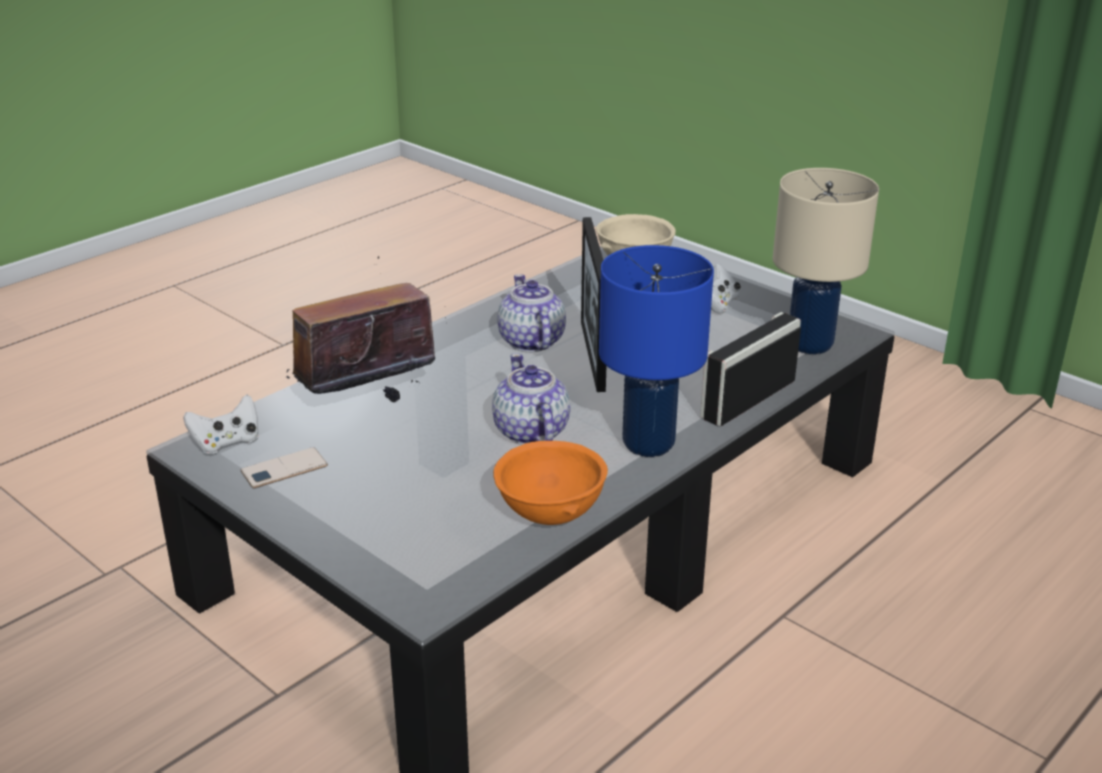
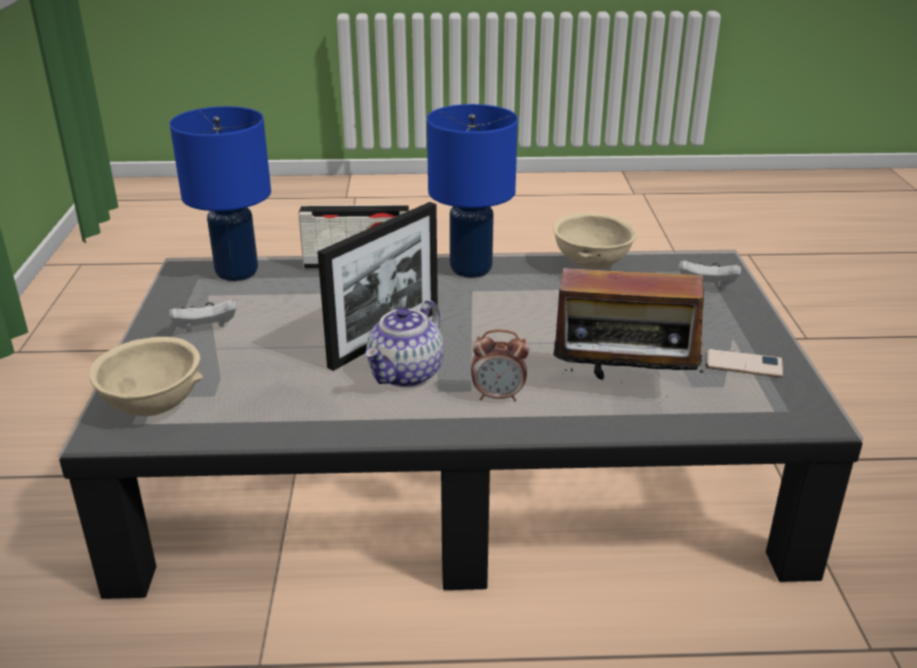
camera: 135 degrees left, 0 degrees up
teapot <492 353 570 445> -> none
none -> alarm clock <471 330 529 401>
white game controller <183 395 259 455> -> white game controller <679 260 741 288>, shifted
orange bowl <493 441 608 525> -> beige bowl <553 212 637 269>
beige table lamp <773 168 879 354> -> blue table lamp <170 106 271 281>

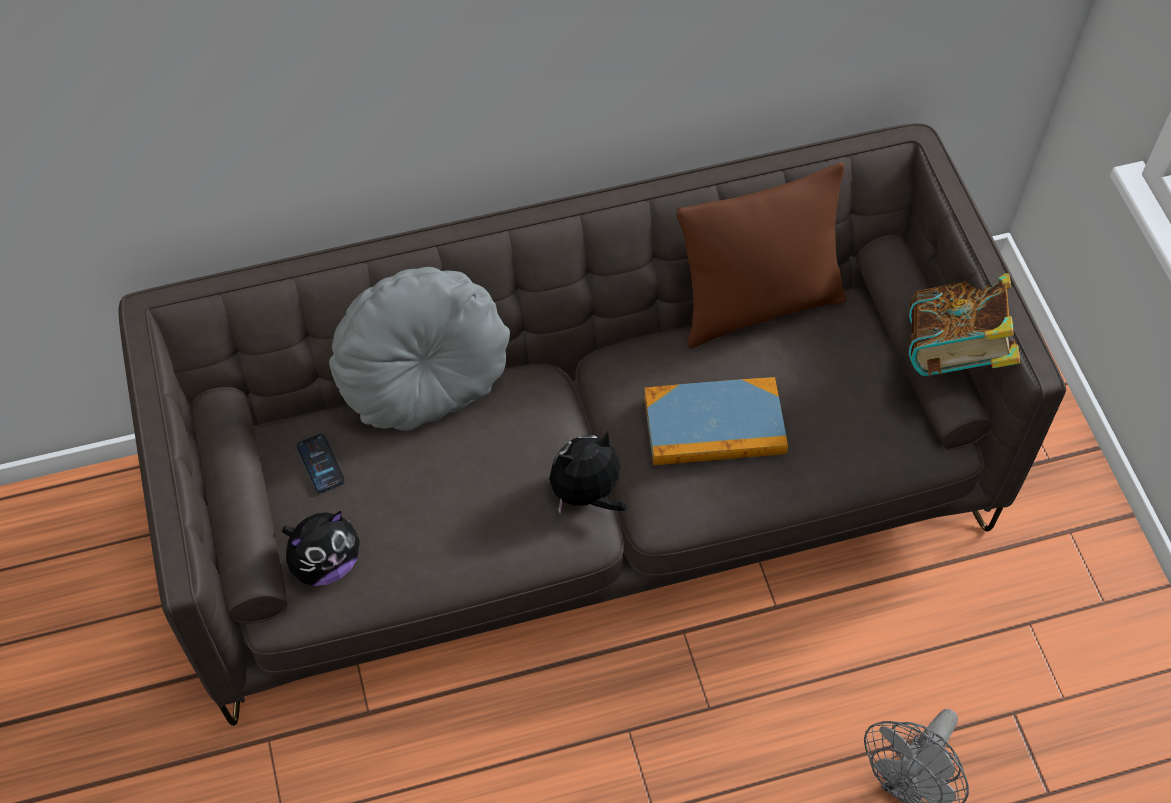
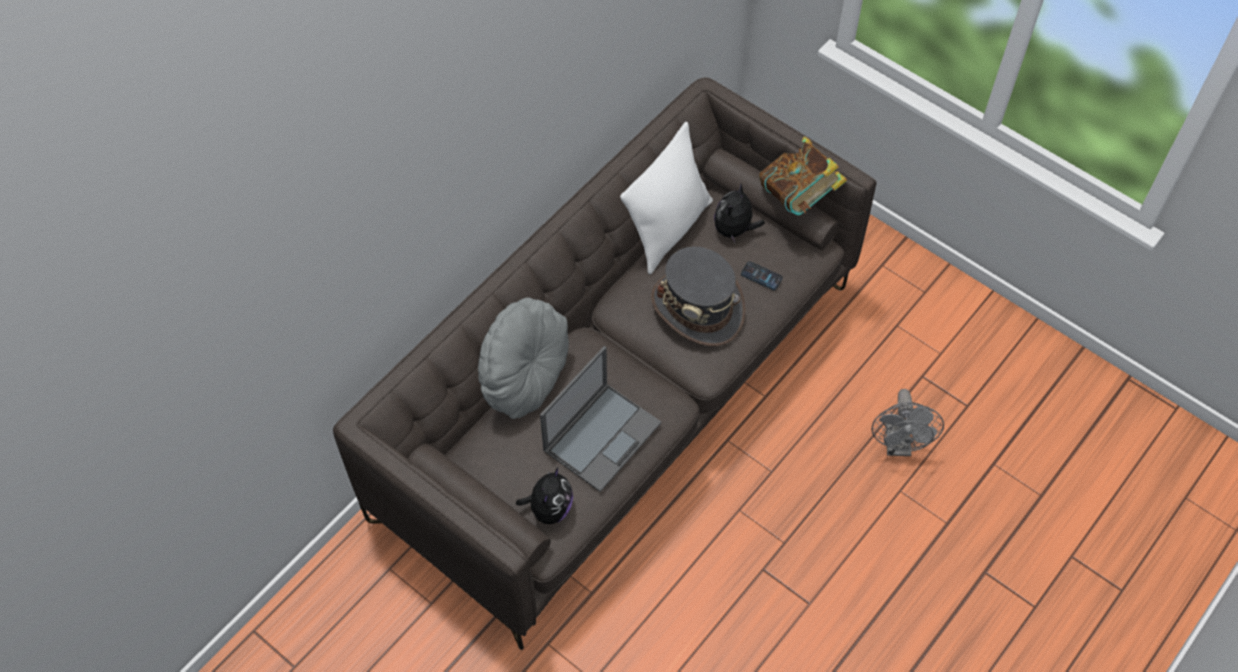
camera: 35 degrees left, 0 degrees up
none -> laptop <540 346 661 492>
phone <297 434 345 493> -> phone <741 261 783 290>, shifted
plush toy <549 431 627 514> -> plush toy <714 184 765 243>, shifted
book <644 377 788 465> -> grey hat <651 247 745 346>
brown pillow <677 162 847 349> -> white pillow <620 122 713 274>

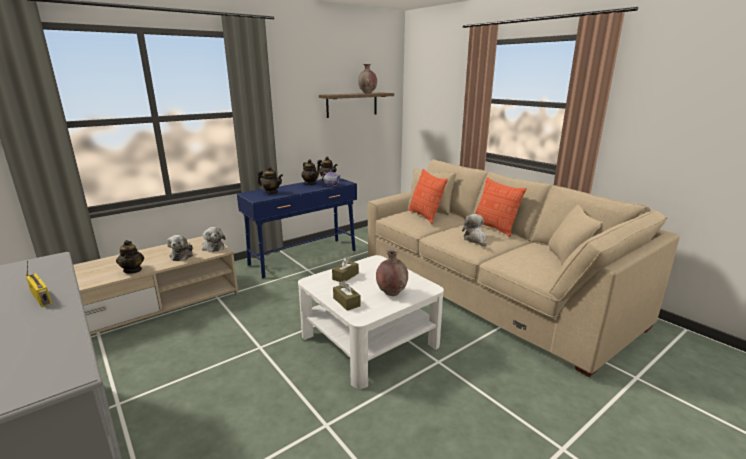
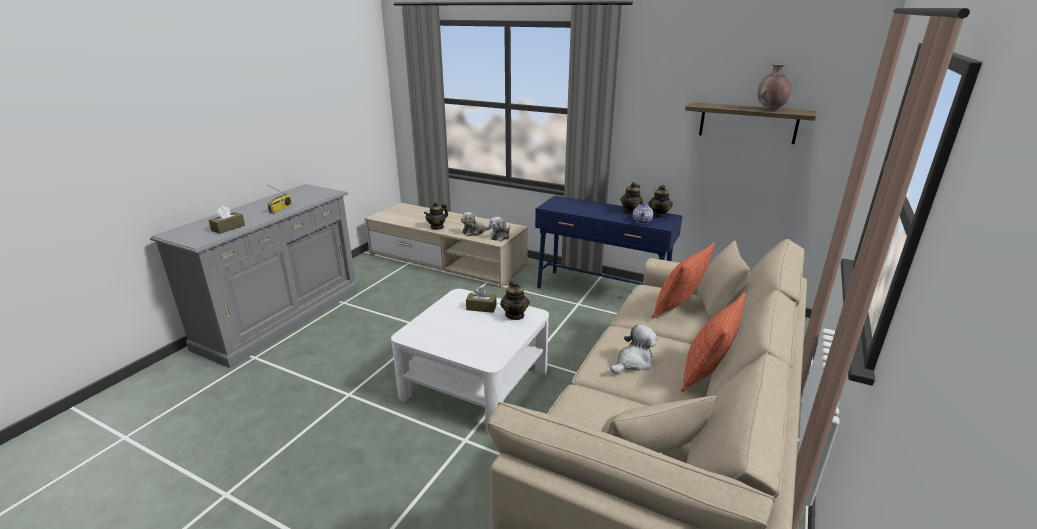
camera: 65 degrees right, 5 degrees up
brown vase <376 249 408 296> -> none
teapot <258 166 283 194> -> teapot <500 280 529 320>, shifted
brown tissue box <333 280 361 311> -> brown tissue box <209 206 245 234>, shifted

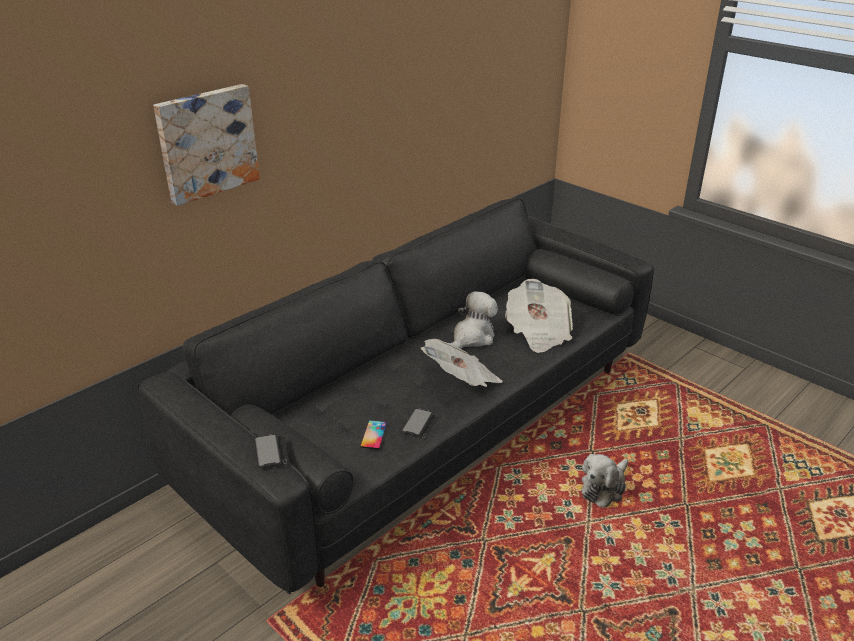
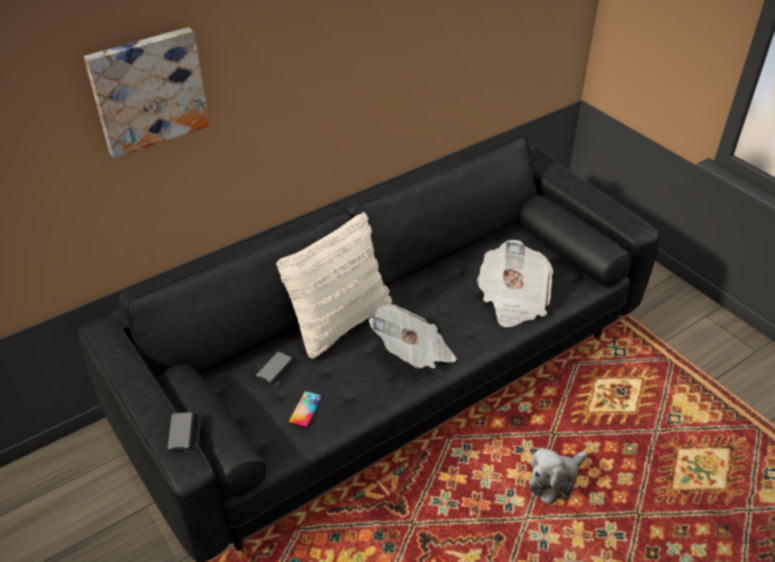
camera: 10 degrees right, 10 degrees up
plush toy <449 291 498 349> -> none
none -> beige pillow <276 212 392 359>
phone <401 408 439 440> -> phone <255 351 299 388>, shifted

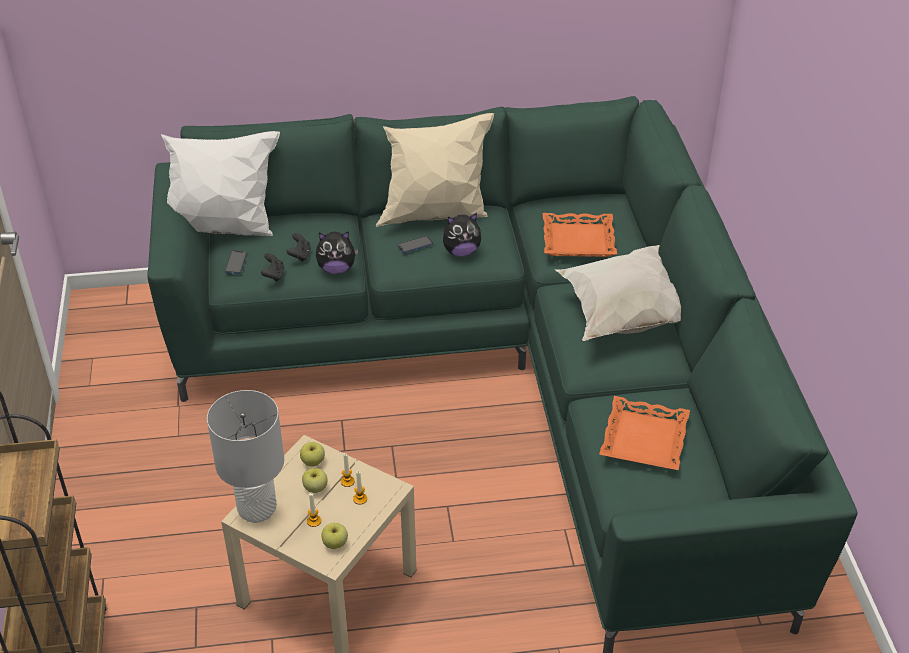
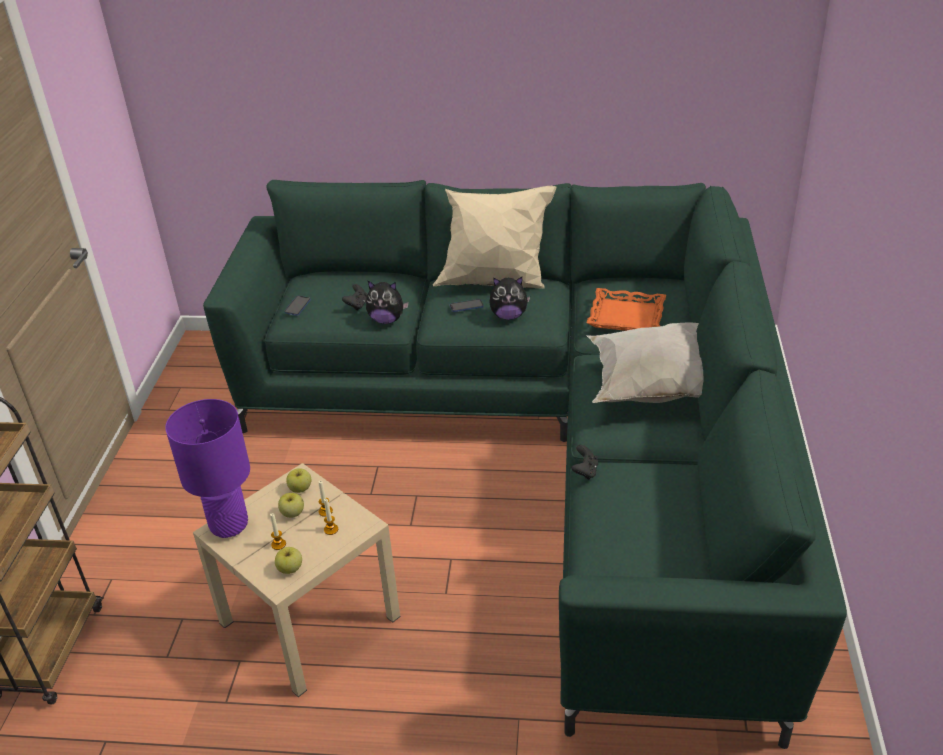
camera: 15 degrees right, 5 degrees down
white pillow <161 131 280 236> -> none
orange tray <599 396 690 470> -> none
black game controller <261 253 284 282> -> black game controller <571 445 598 480>, shifted
grey table lamp <207 390 284 523> -> purple table lamp <165 399 250 538>

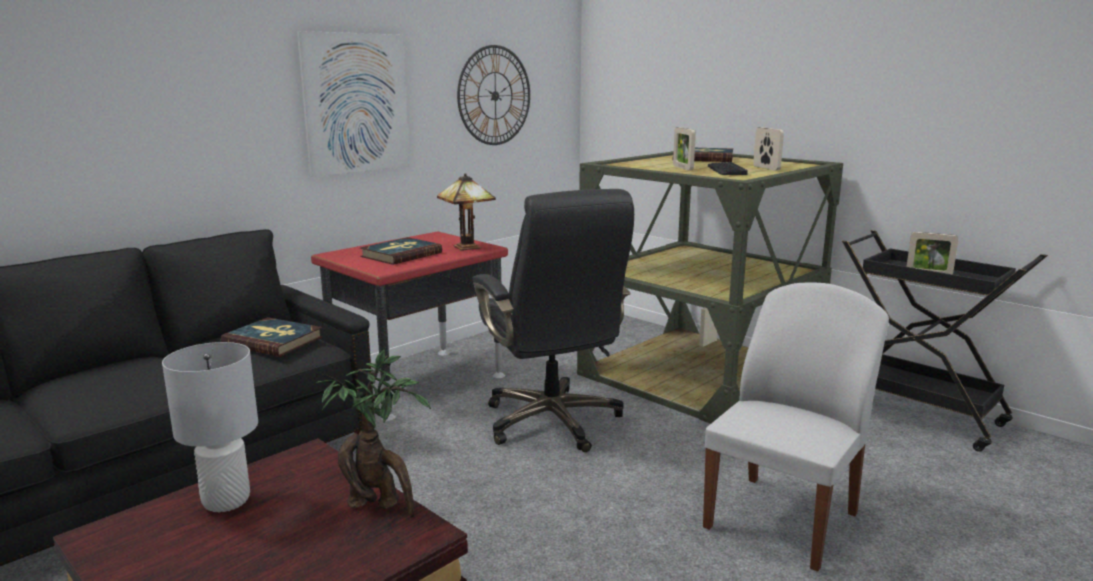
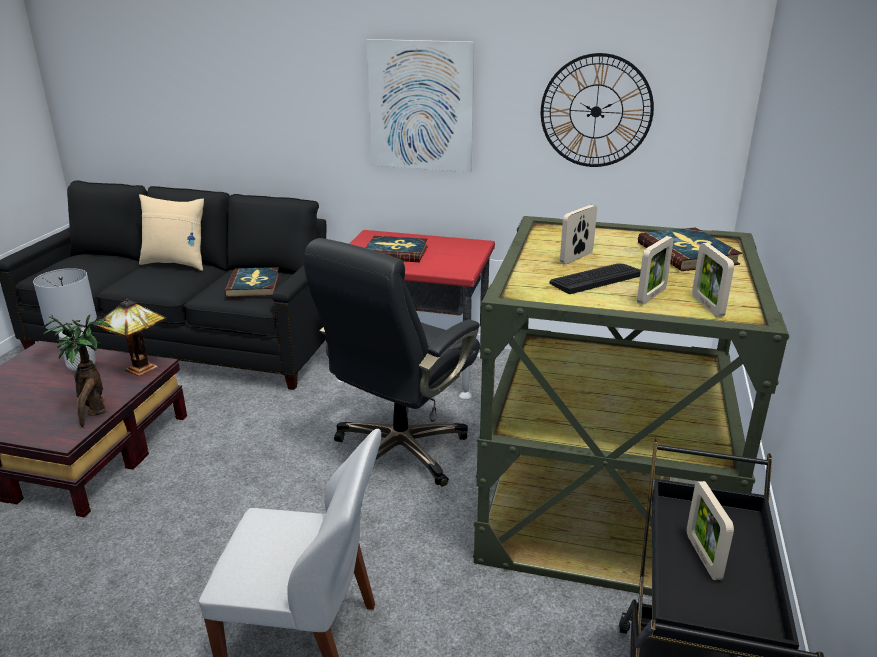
camera: 60 degrees right, 10 degrees up
none -> beige pillow <139 194 204 271>
none -> picture frame <692 243 734 317>
table lamp <437 173 496 251> -> table lamp <95 298 166 377>, shifted

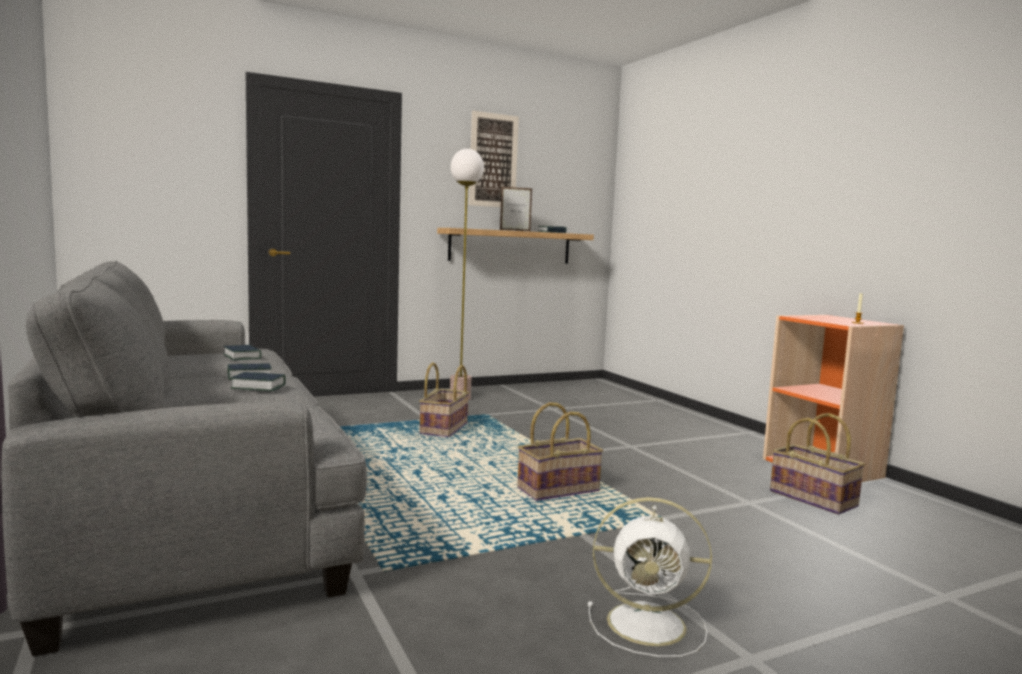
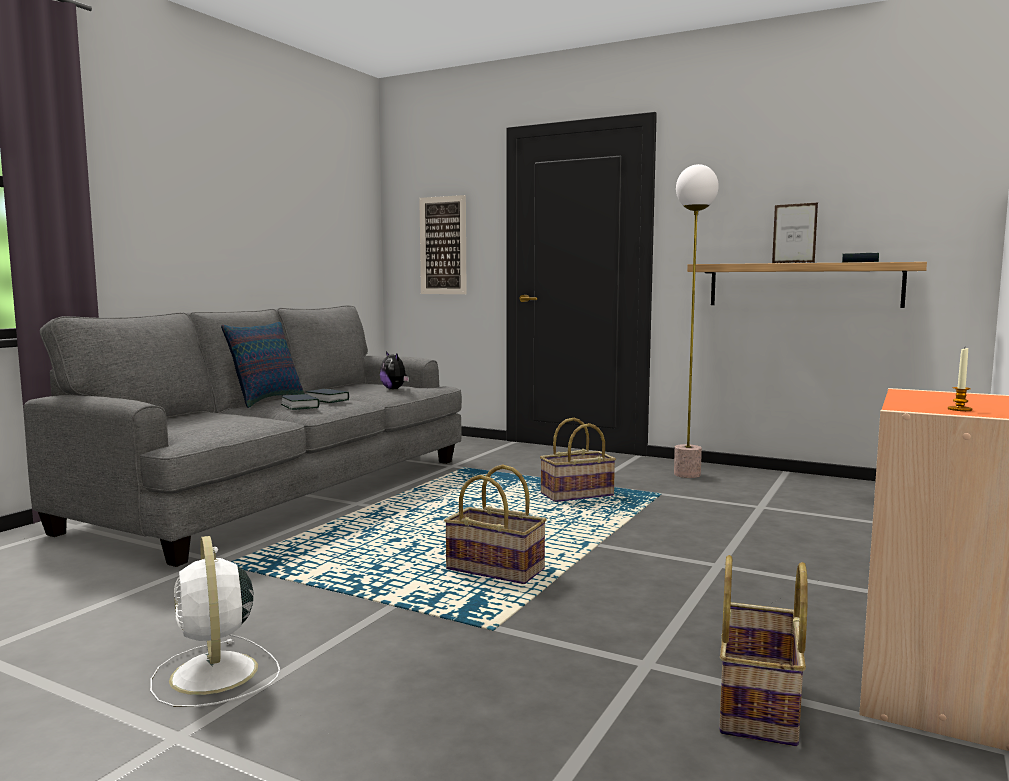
camera: 55 degrees right, 0 degrees up
none -> blue pillow <221 322 304 408>
picture <469 111 519 207> -> picture <419 195 467 294>, shifted
book <224 345 261 360> -> plush toy <380 351 409 389>

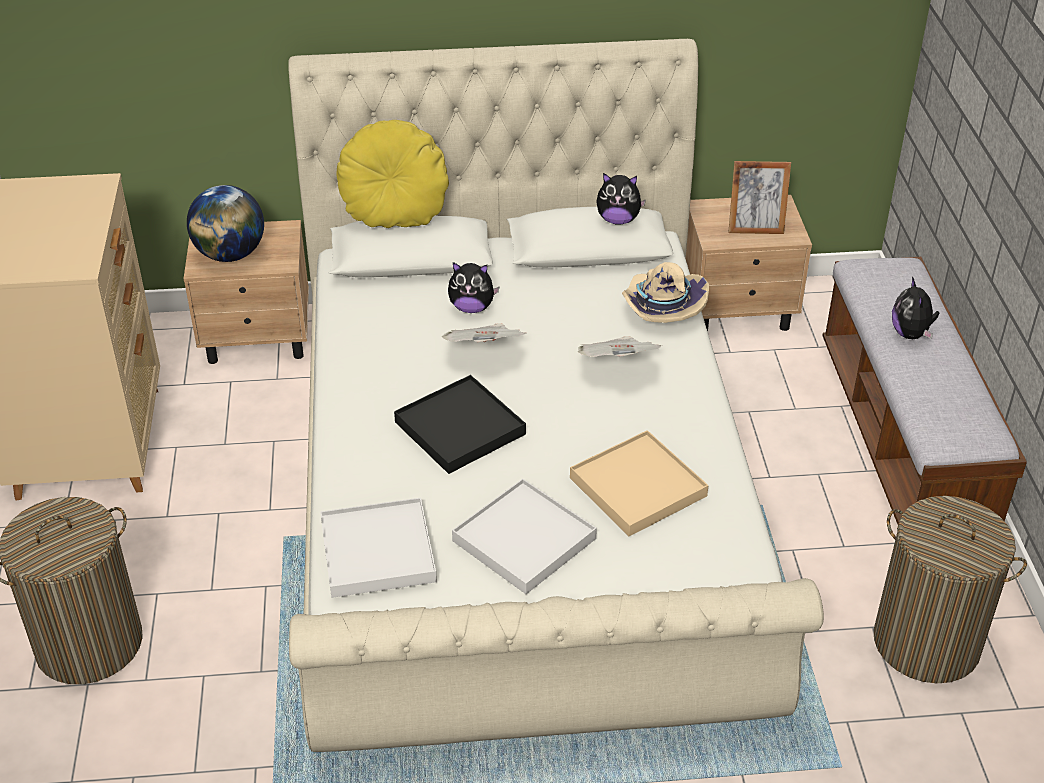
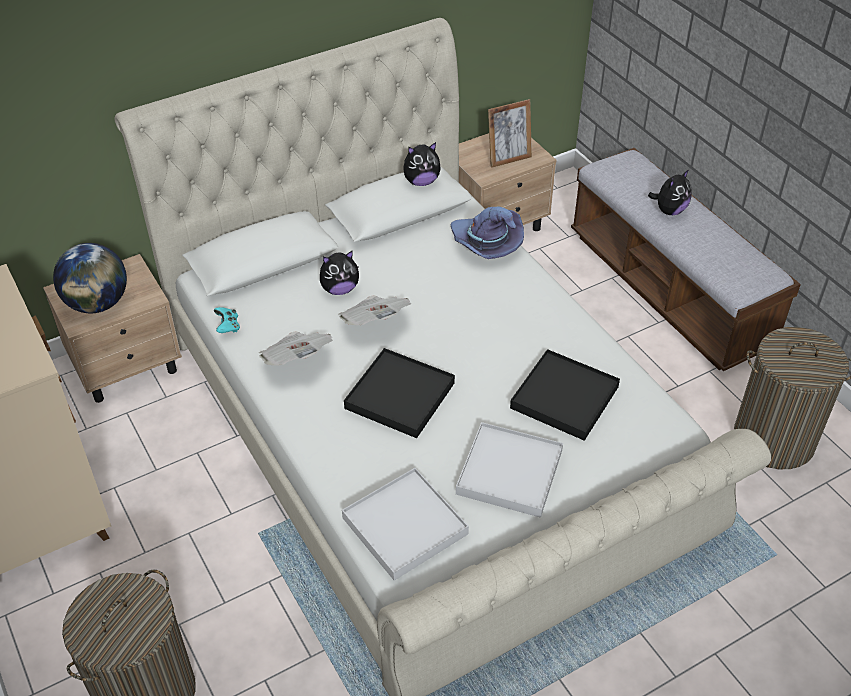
camera: 25 degrees left, 5 degrees up
yellow pillow <337 120 449 228> -> none
none -> turquoise game controller <214 307 240 333>
newspaper <578 336 662 357> -> newspaper <259 331 333 366>, shifted
beige tray <570 430 709 536> -> black tray <510 349 620 441>
beige hat <622 262 709 323> -> purple hat <450 207 524 259>
plush toy <892 276 939 339> -> plush toy <648 169 692 215>, 105 degrees counterclockwise

